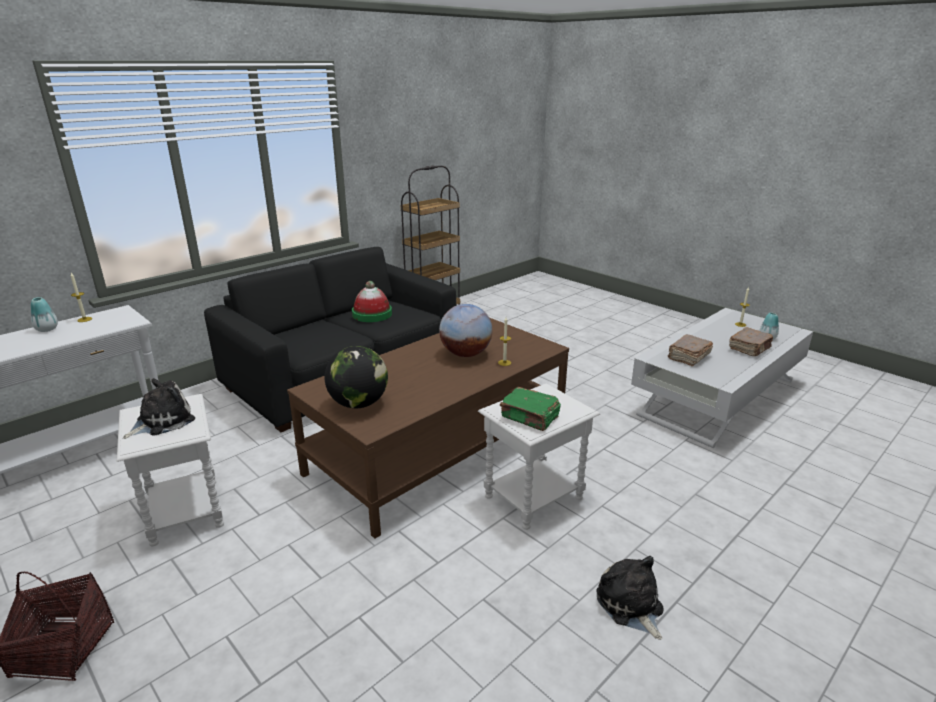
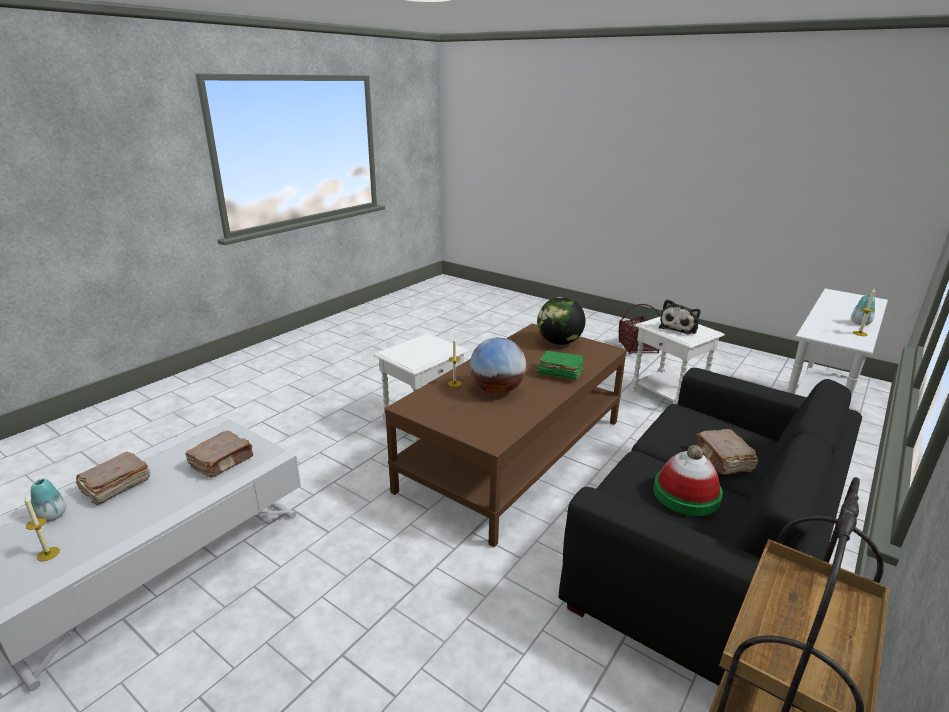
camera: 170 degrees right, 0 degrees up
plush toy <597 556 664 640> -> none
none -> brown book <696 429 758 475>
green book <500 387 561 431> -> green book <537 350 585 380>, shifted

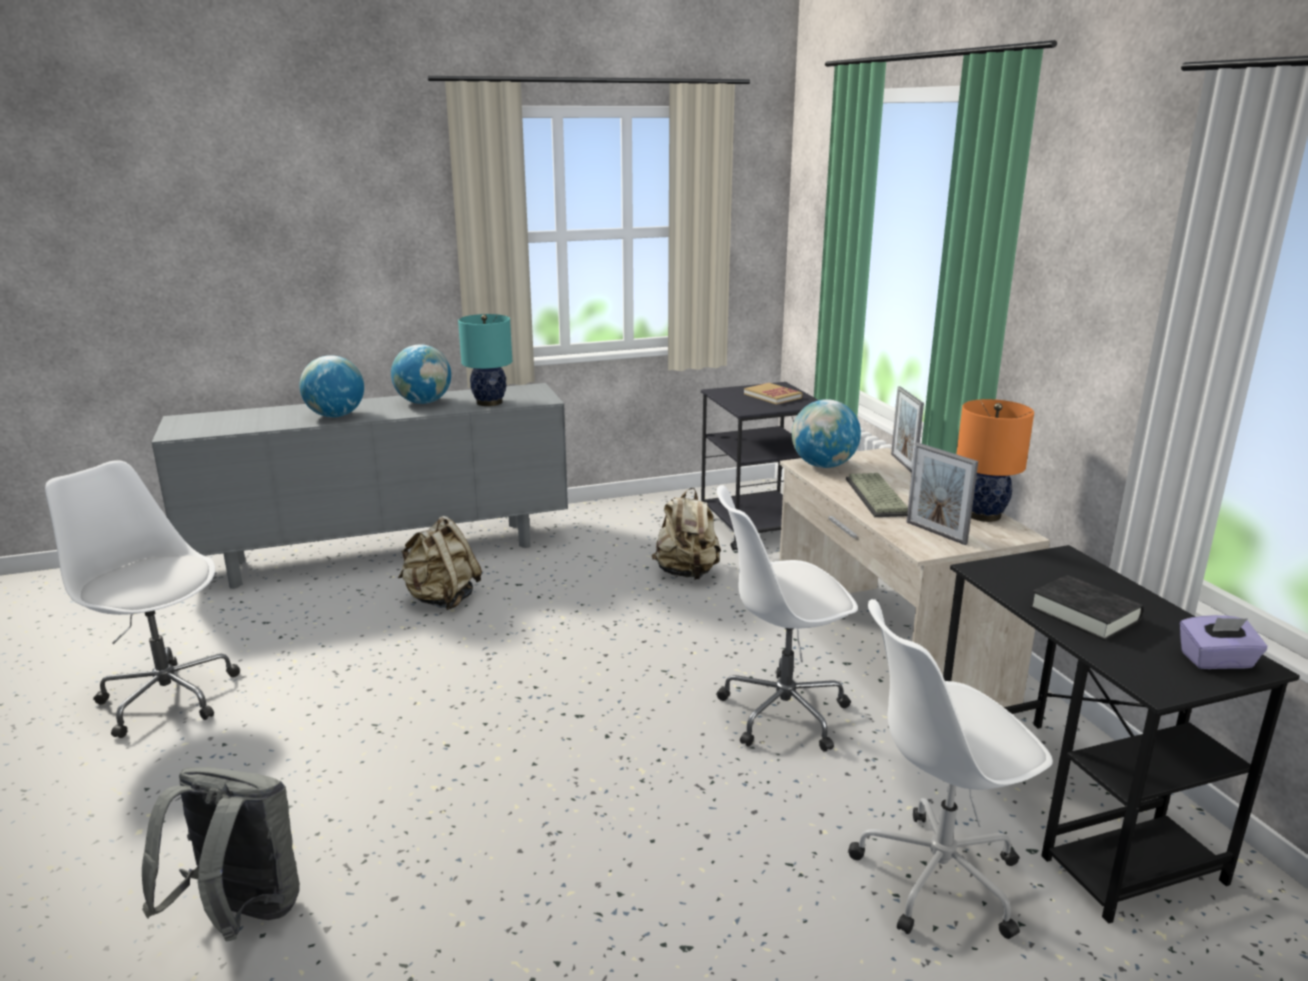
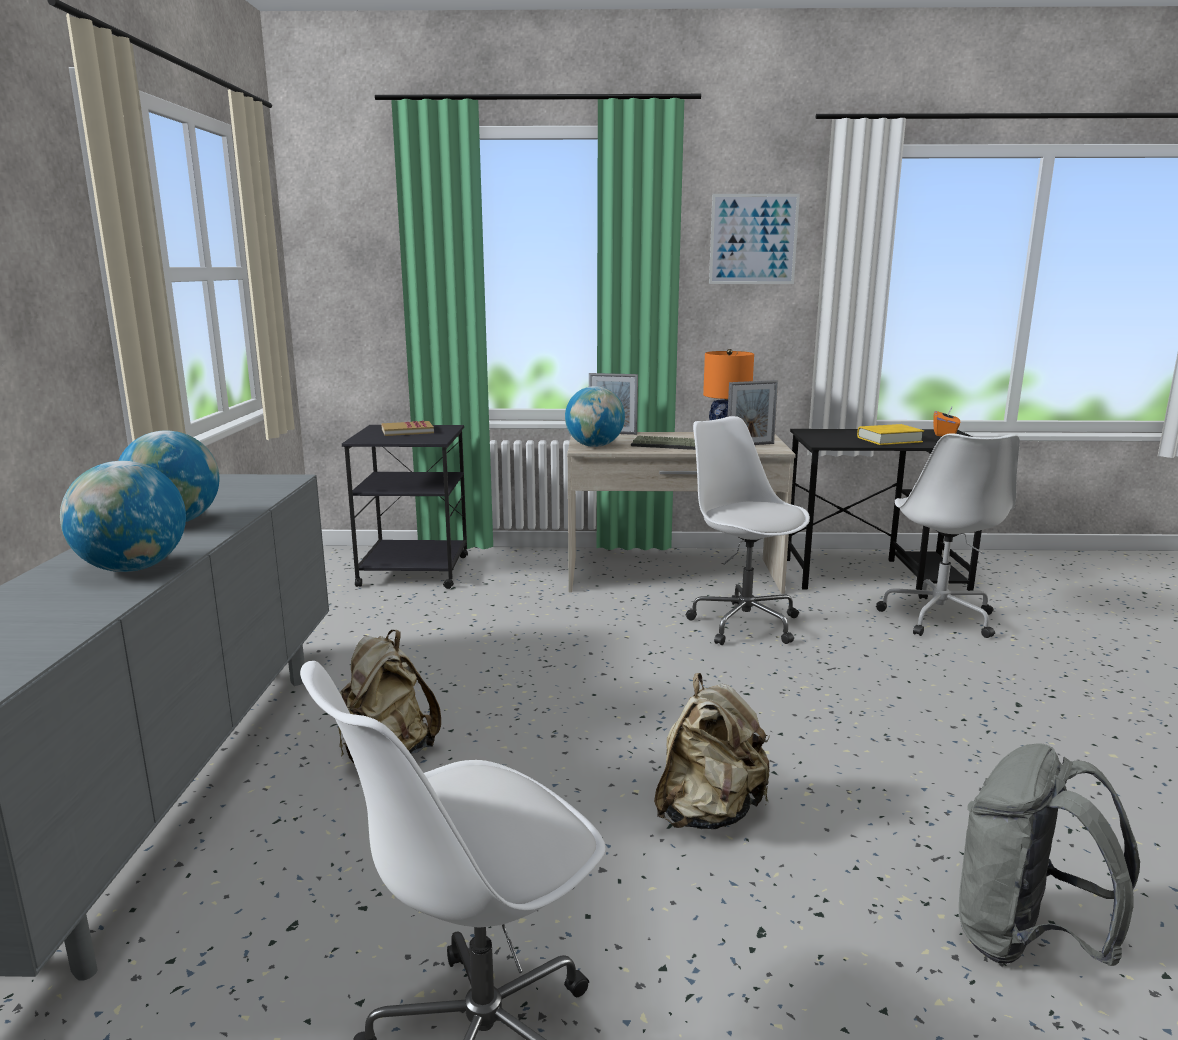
camera: 70 degrees left, 5 degrees down
turquoise table lamp <458 314 512 406> -> none
none -> picture <709 194 800 284>
beige backpack <652 488 721 580> -> beige backpack <654 673 770 829>, shifted
black book <1030 575 1144 641> -> yellow book <857 424 924 445>
purple tissue box <1180 615 1267 669> -> orange tissue box <933 407 960 436>
white office chair <716 485 858 752> -> white office chair <685 416 810 645>, 135 degrees clockwise

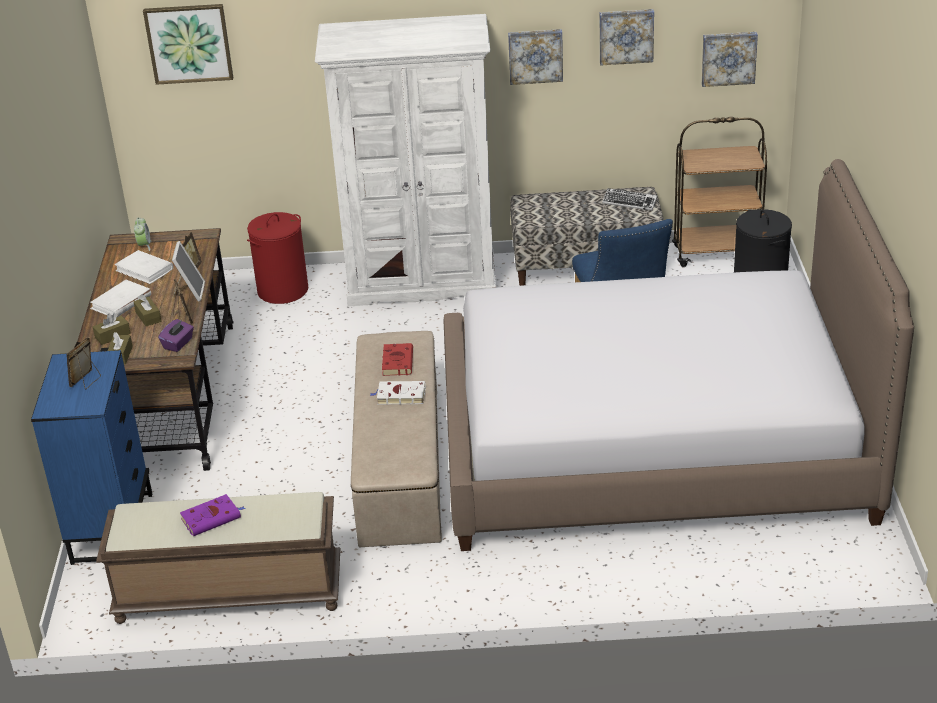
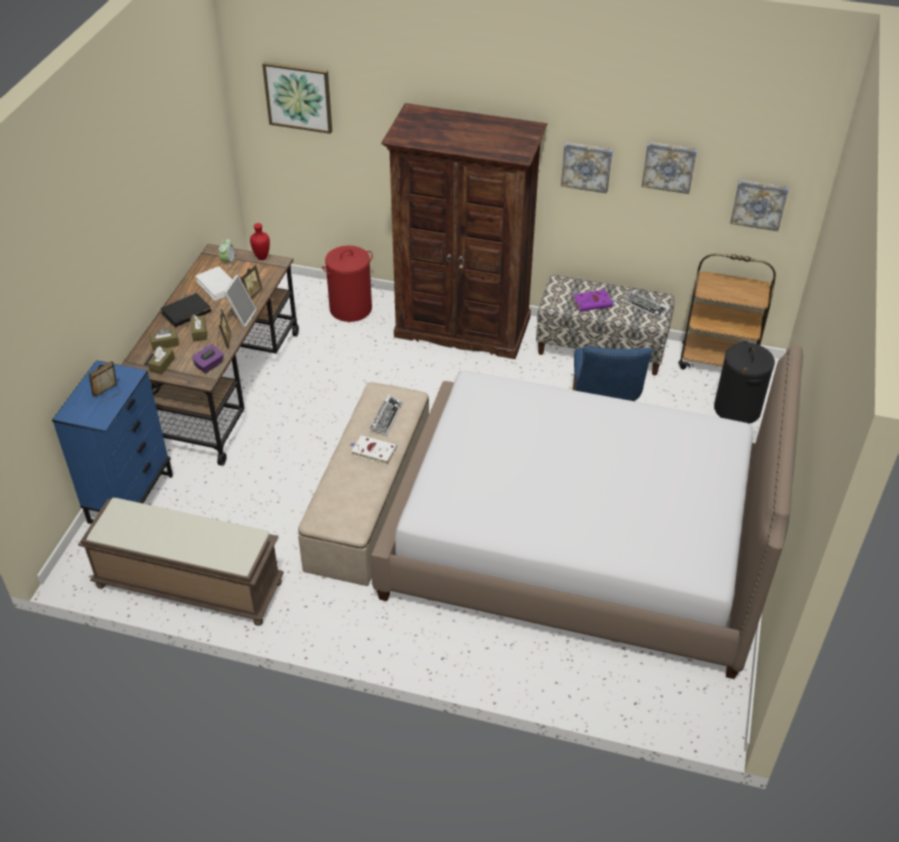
camera: 15 degrees right, 10 degrees up
none -> red vase <250 223 270 260>
purple book <180 494 246 536> -> purple book <573 290 615 312>, shifted
red book <382 343 413 376> -> keyboard <370 394 403 436>
white book <90 280 151 317> -> black book <161 293 211 327>
white wardrobe <315 14 497 306> -> brown wardrobe <381 103 548 359>

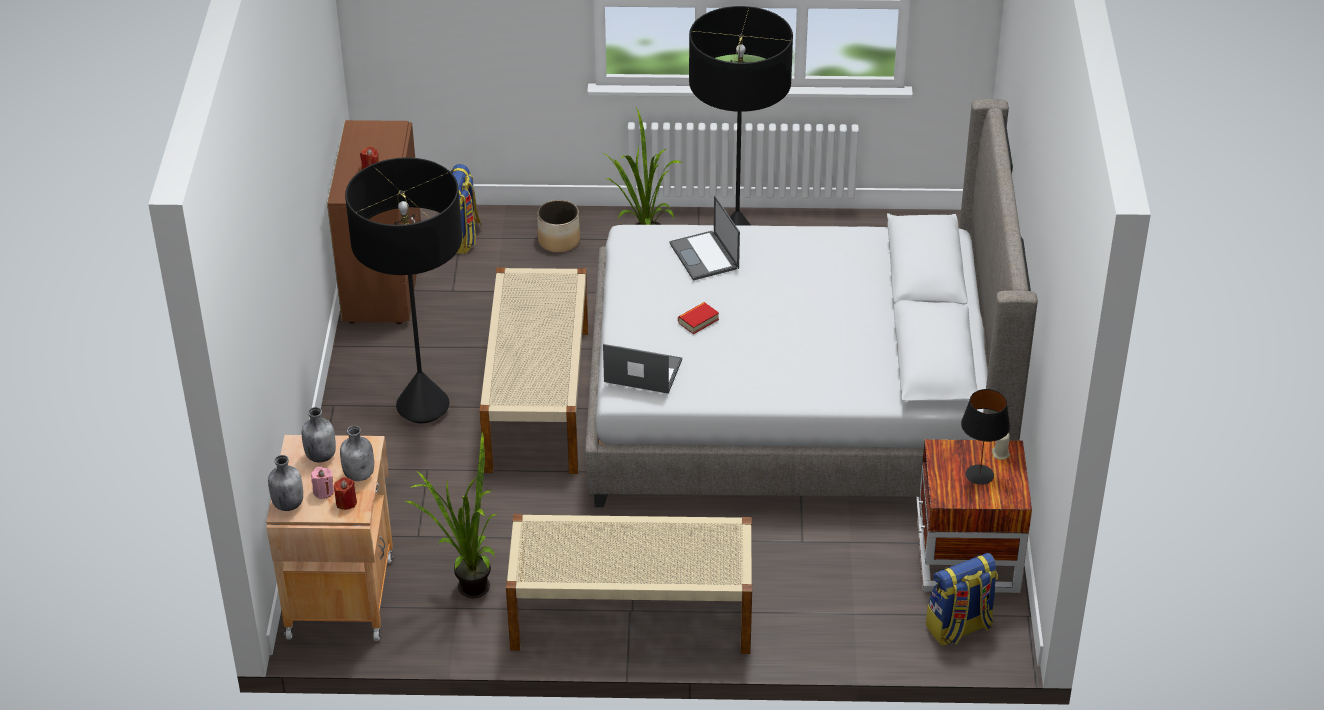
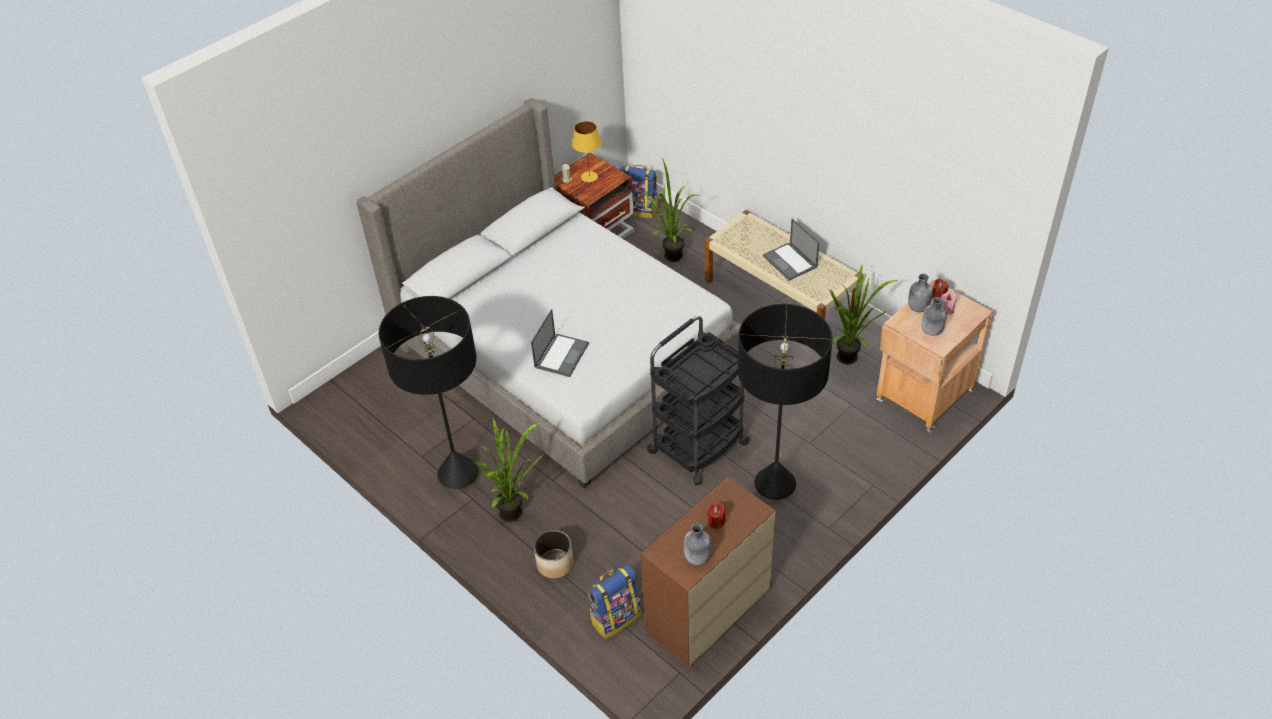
camera: 135 degrees left, 5 degrees up
book <678 302 719 334> -> none
none -> potted plant <643 158 700 262>
grey bottle <268 455 303 511> -> grey bottle <684 523 711 565>, shifted
laptop <603 344 682 394> -> laptop <763 219 819 281>, shifted
beige bench <479 267 588 474> -> black cart <647 316 749 486>
black table lamp <961 389 1010 485> -> yellow table lamp <572 121 601 182>

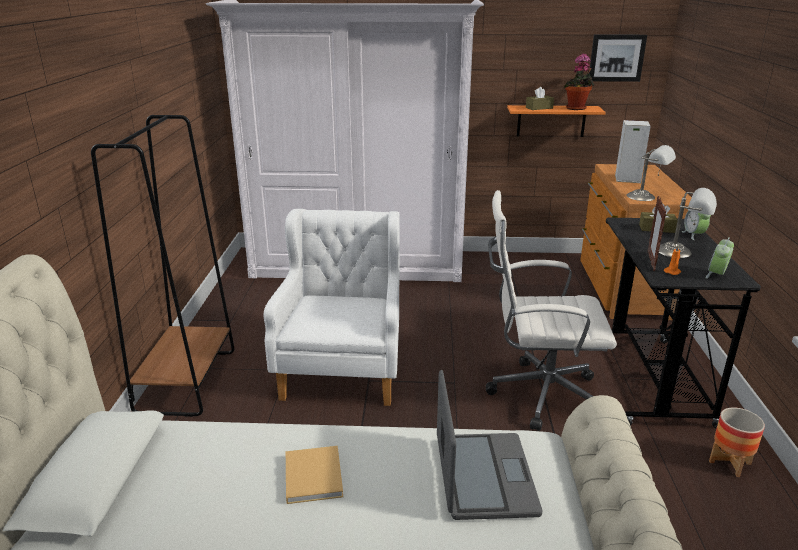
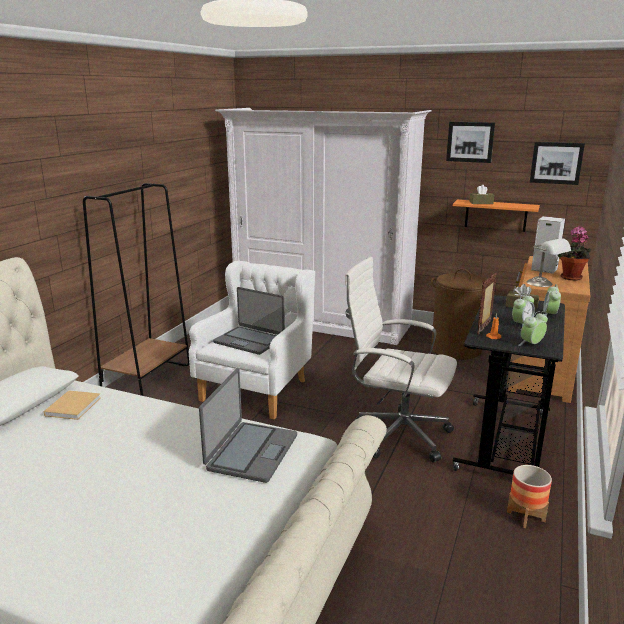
camera: 20 degrees right, 5 degrees down
none -> laptop <213 287 285 355>
none -> brown laundry basket <431 269 496 360>
none -> picture <446 122 495 163>
beige book <286 446 343 504> -> beige book <44 390 101 420>, shifted
potted plant <564 54 594 110> -> potted plant <558 226 591 281>, shifted
white table lamp <659 188 717 258> -> alarm clock <512 293 535 330>

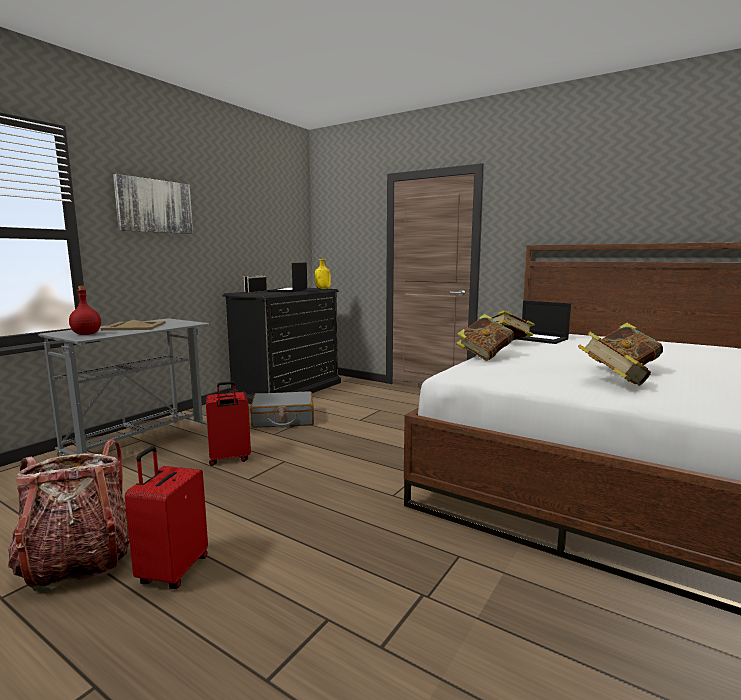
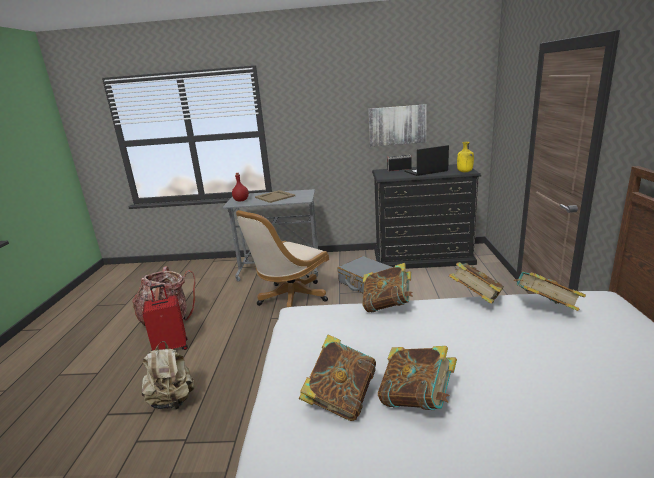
camera: 60 degrees right, 10 degrees up
none -> beige backpack <142 341 194 410>
picture <113 174 193 234> -> picture <368 104 427 146>, shifted
red suitcase <206 381 251 466> -> office chair <236 210 329 307>
laptop <517 300 571 344> -> book <514 272 586 311>

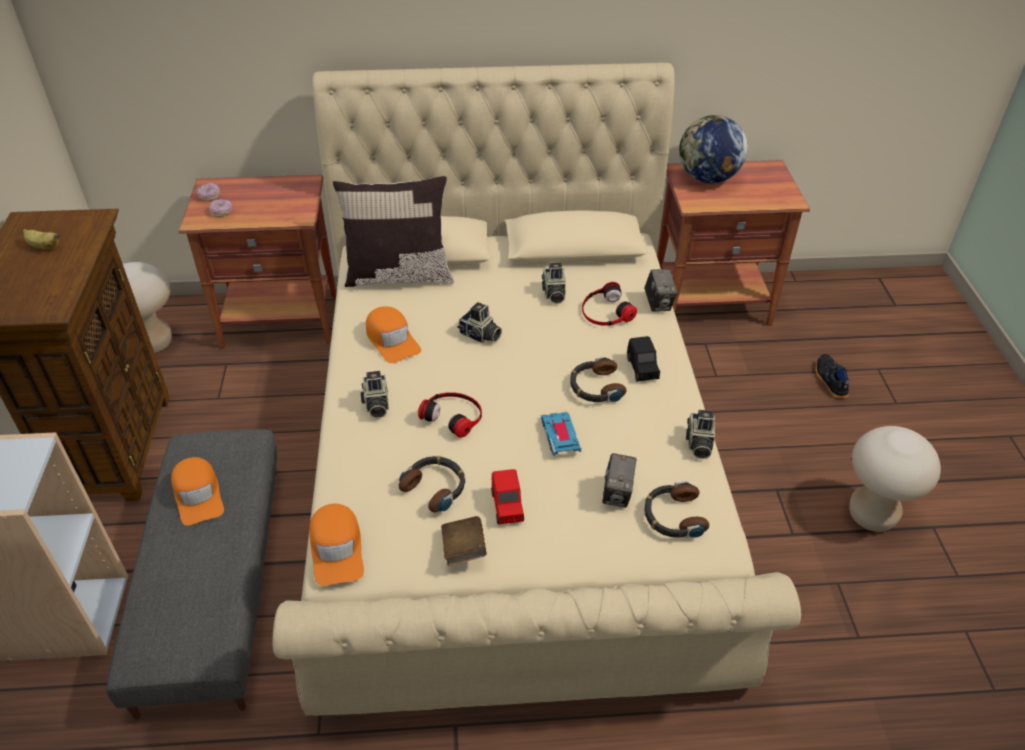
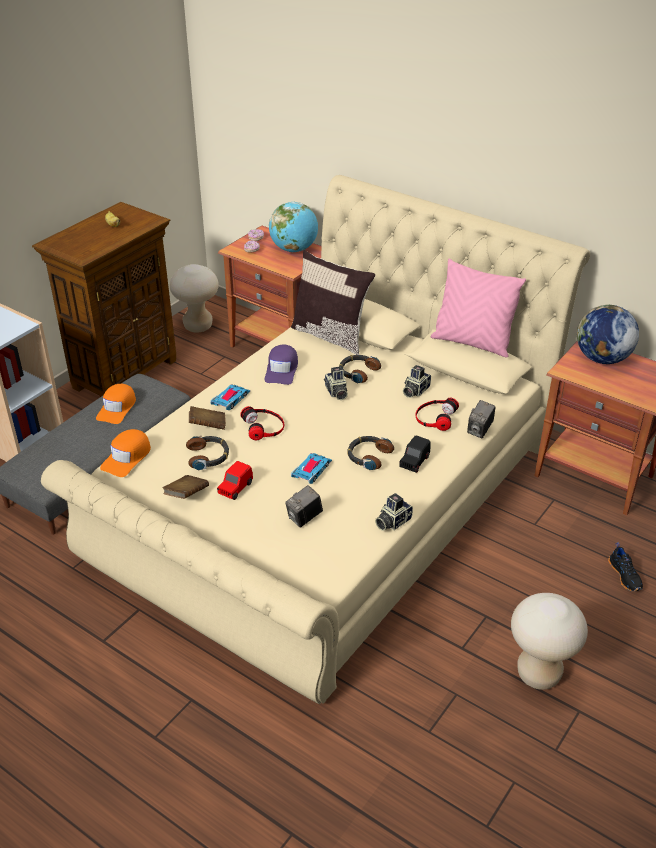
camera: 40 degrees right, 5 degrees down
none -> brown book <189 406 226 430>
none -> globe <269 202 318 252>
none -> pink pillow <431 259 526 357>
headphones <644 482 709 538> -> headphones <339 355 381 383>, shifted
photo camera <361 371 389 419> -> toy car <210 385 250 410>
orange cap <366 306 421 363> -> purple cap <265 345 298 385>
black shoe <816 354 849 398> -> black shoe <608 543 643 591>, 135 degrees clockwise

